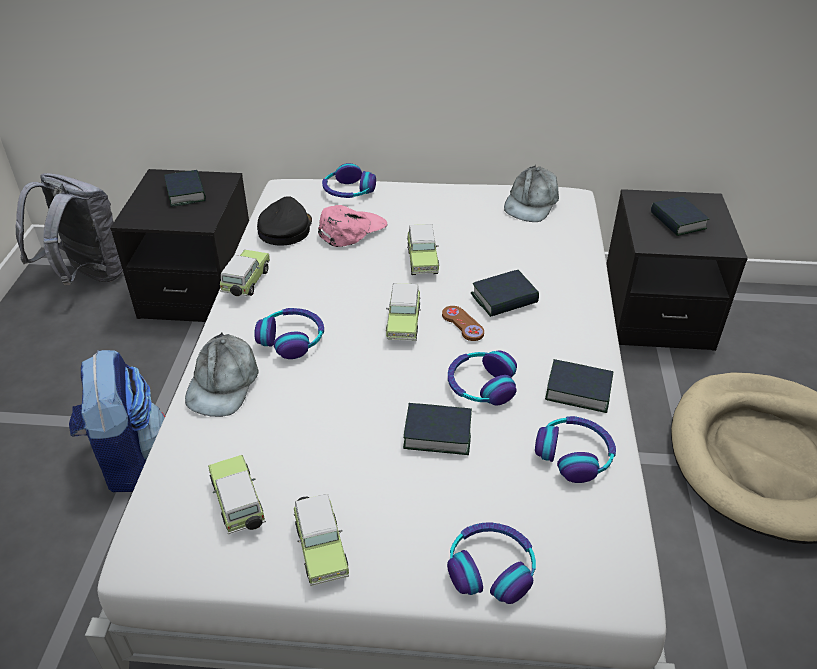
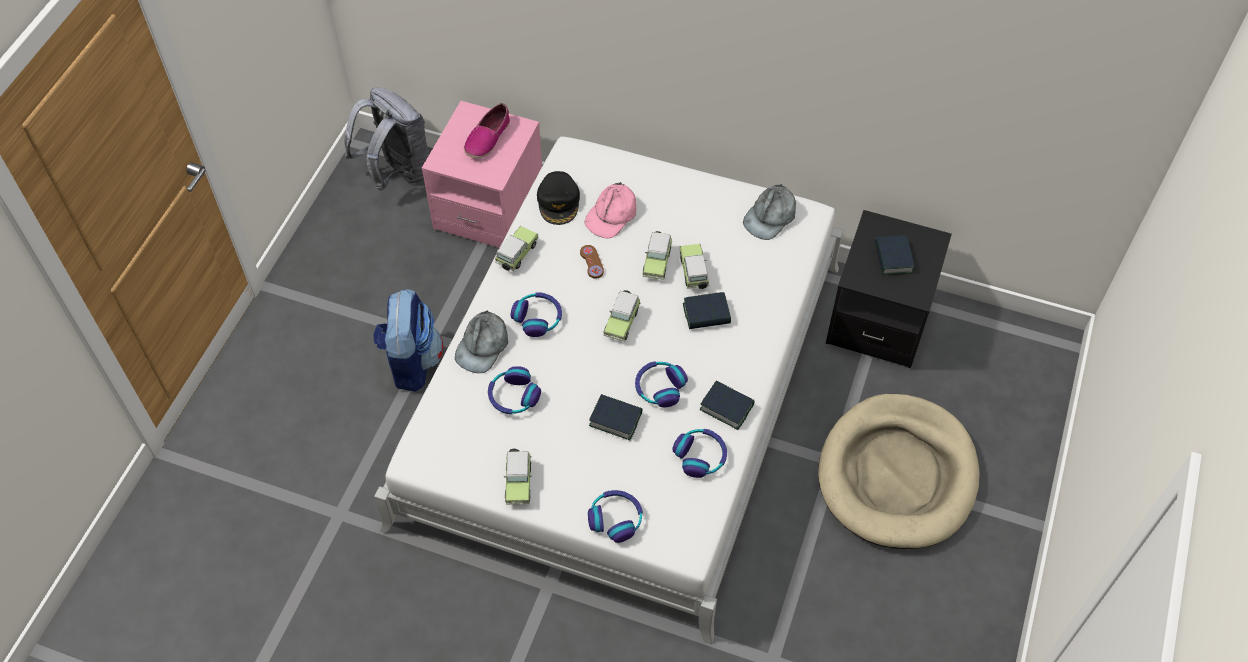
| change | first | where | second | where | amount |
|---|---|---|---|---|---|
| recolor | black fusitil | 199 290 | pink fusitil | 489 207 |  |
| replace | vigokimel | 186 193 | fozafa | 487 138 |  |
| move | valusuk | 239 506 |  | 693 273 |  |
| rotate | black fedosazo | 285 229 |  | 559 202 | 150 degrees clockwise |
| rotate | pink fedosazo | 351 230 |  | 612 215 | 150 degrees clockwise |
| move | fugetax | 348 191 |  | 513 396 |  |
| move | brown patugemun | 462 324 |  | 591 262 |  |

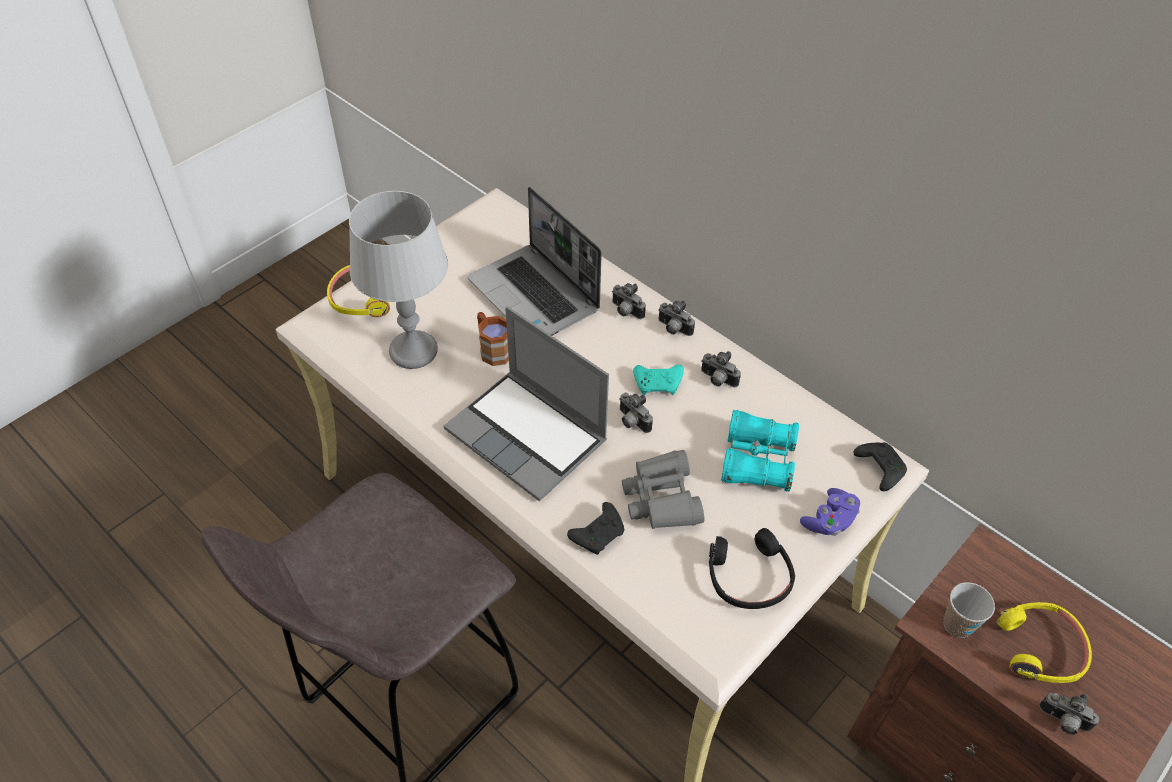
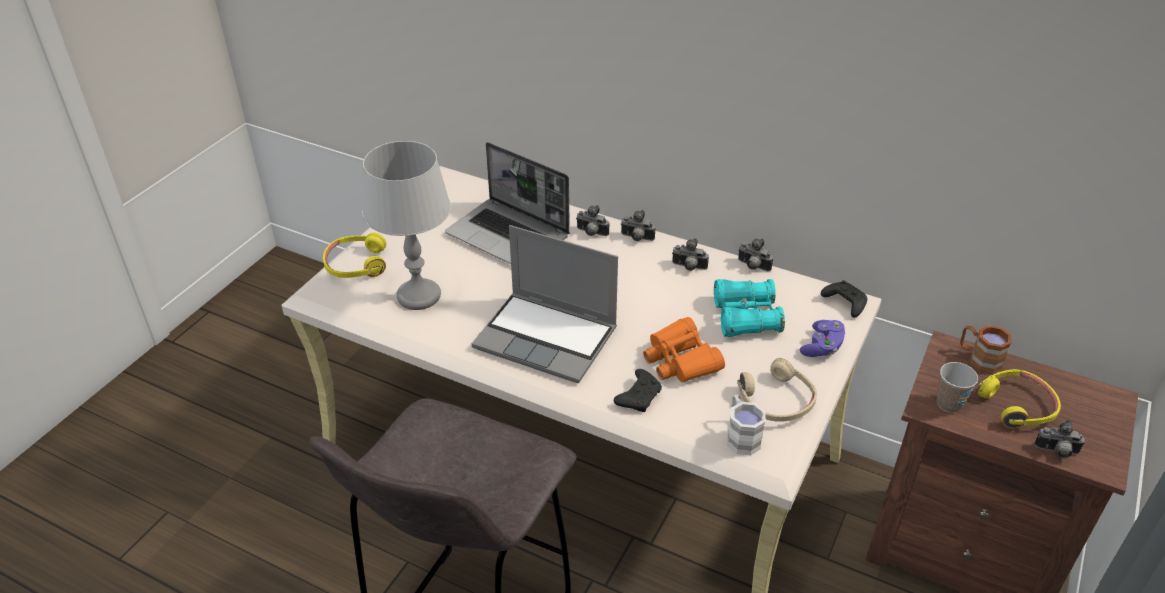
| change | first | where | second | where | amount |
|---|---|---|---|---|---|
| move | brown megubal | 492 348 |  | 978 358 |  |
| move | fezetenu | 632 422 |  | 752 266 |  |
| recolor | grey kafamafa | 662 498 | orange kafamafa | 680 360 |  |
| delete | turquoise patugemun | 658 384 |  |  |  |
| recolor | black fugetax | 748 576 | beige fugetax | 776 400 |  |
| insert |  |  | white megubal | 740 436 |  |

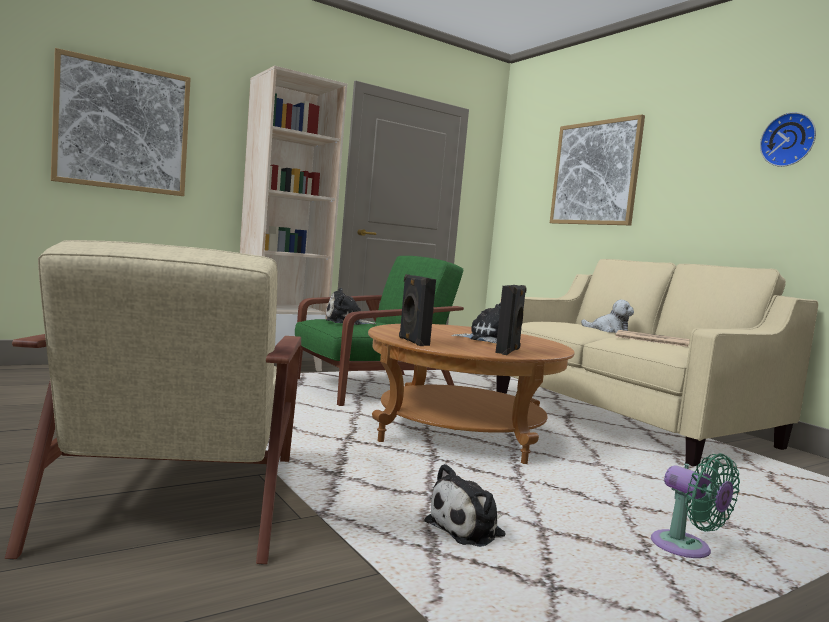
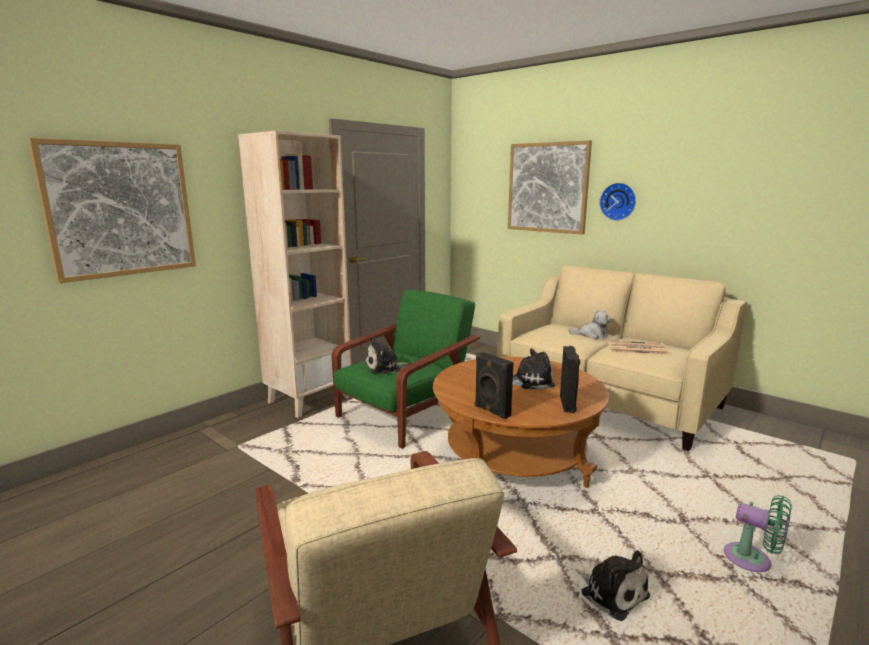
| change | first | where | second | where | amount |
|---|---|---|---|---|---|
| rotate | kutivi | 469 529 |  | 611 592 | 75 degrees counterclockwise |
| move | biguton | 789 140 |  | 618 201 |  |

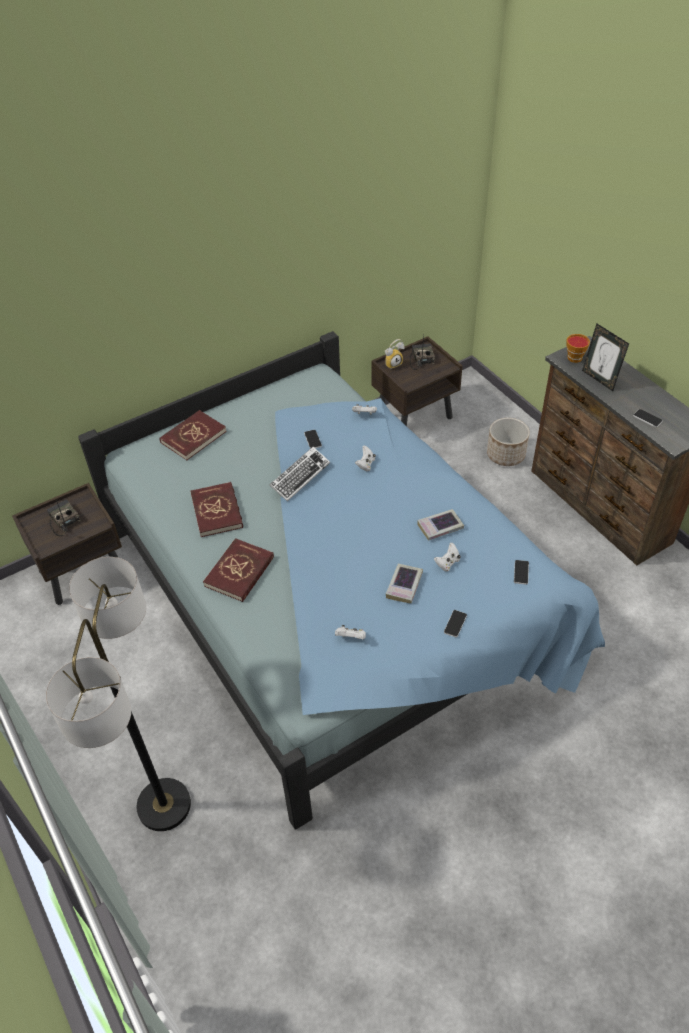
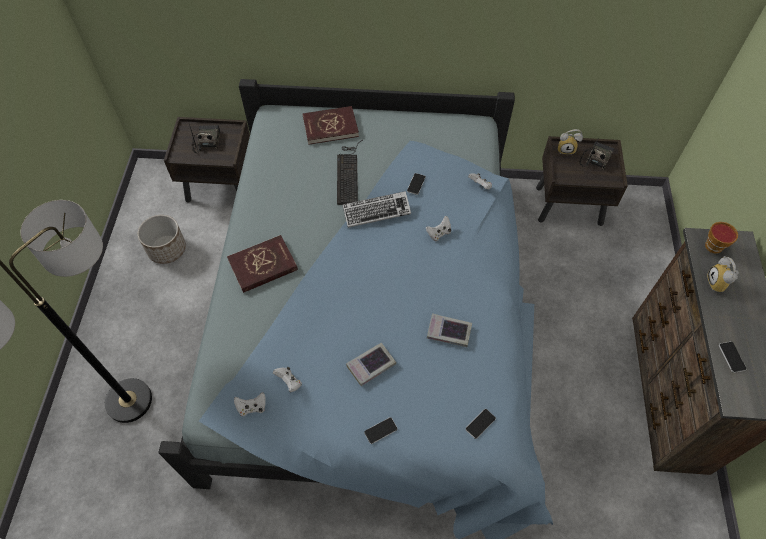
| change | first | where | second | where | amount |
|---|---|---|---|---|---|
| delete | red vigokimel | 217 511 |  |  |  |
| move | white patugemun | 447 563 |  | 252 407 |  |
| move | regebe | 505 455 |  | 167 249 |  |
| replace | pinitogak | 599 379 | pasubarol | 719 284 |  |
| insert |  |  | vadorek | 348 173 |  |

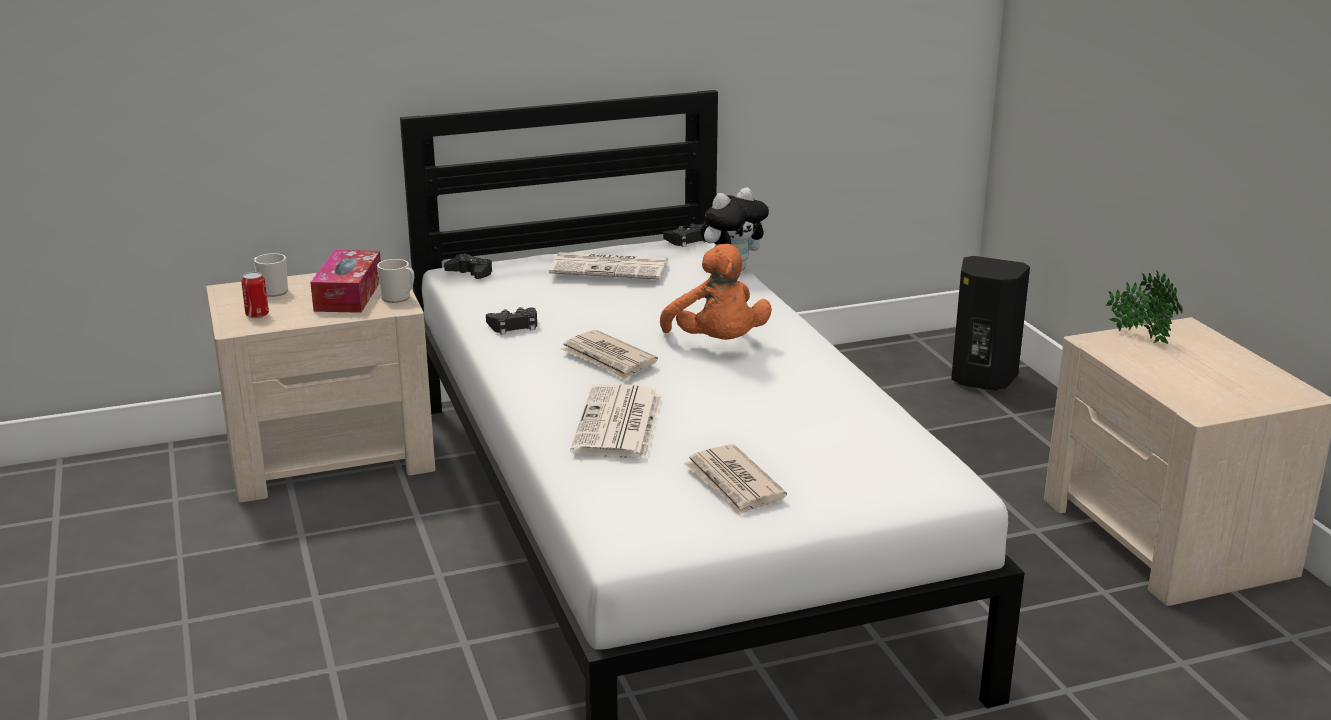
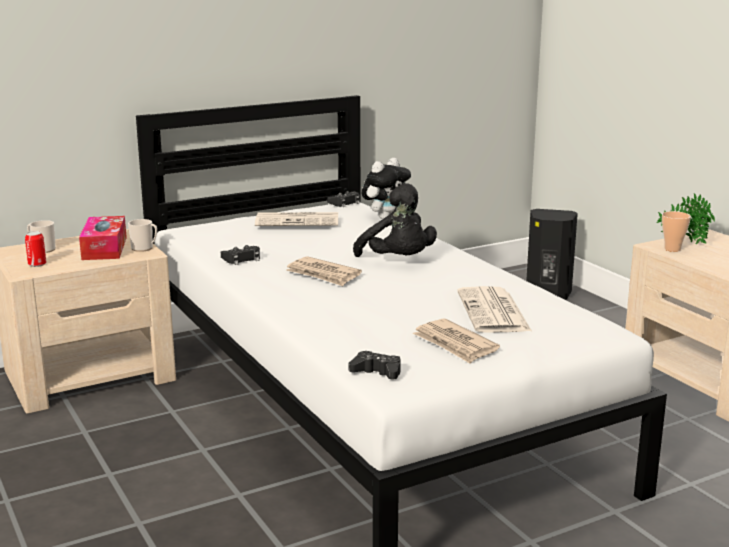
| change | first | where | second | where | amount |
|---|---|---|---|---|---|
| move | black patugemun | 470 273 |  | 377 372 |  |
| move | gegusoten | 619 425 |  | 494 312 |  |
| recolor | orange kutivi | 717 344 | black kutivi | 398 261 |  |
| insert |  |  | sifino | 672 249 |  |

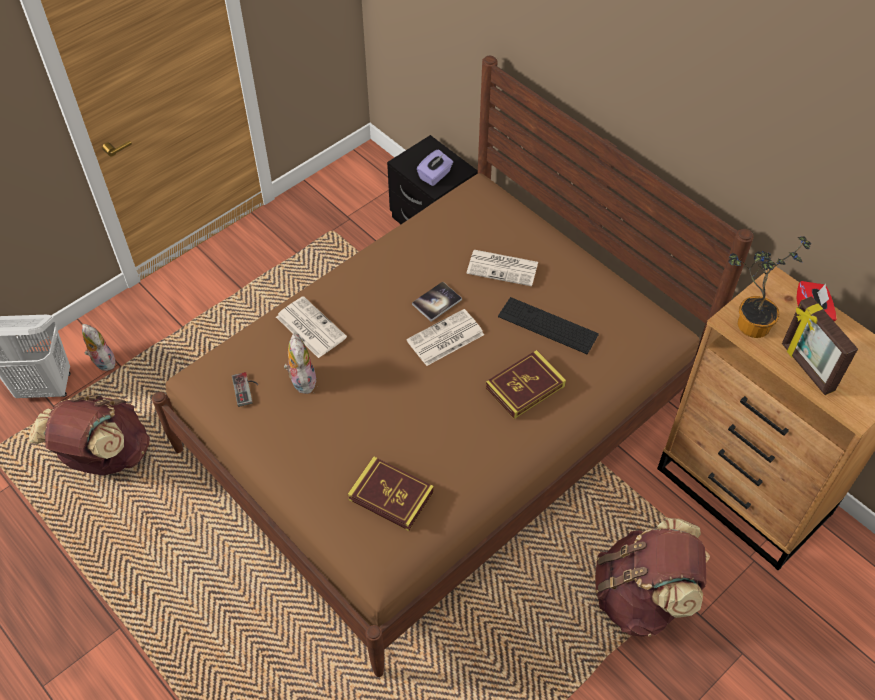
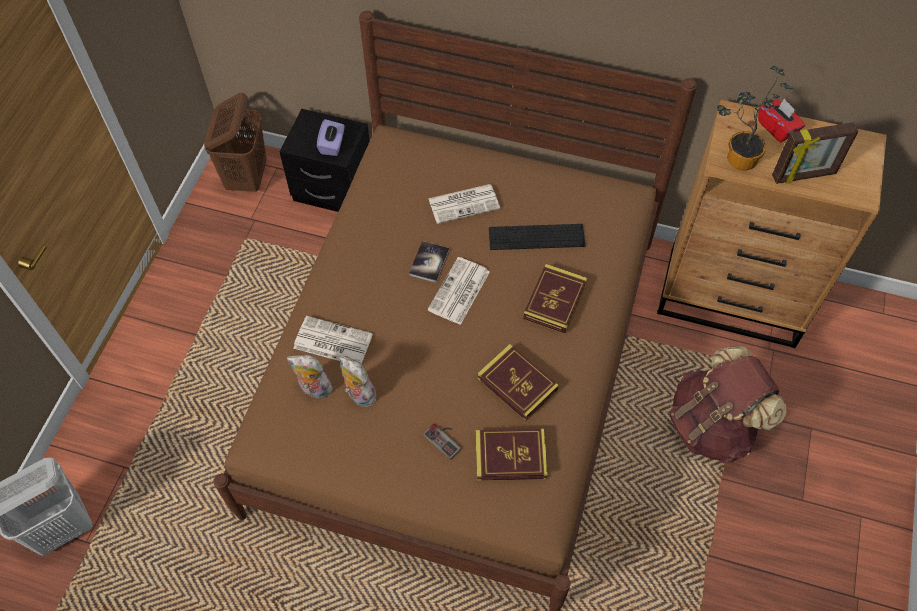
| change | first | where | second | where | amount |
|---|---|---|---|---|---|
| delete | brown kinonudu | 104 457 |  |  |  |
| move | kutivi | 102 361 |  | 313 389 |  |
| move | patugemun | 246 389 |  | 445 439 |  |
| rotate | pinitogak | 806 368 |  | 804 176 | 45 degrees counterclockwise |
| insert |  |  | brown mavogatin | 247 177 |  |
| insert |  |  | vigokimel | 517 384 |  |

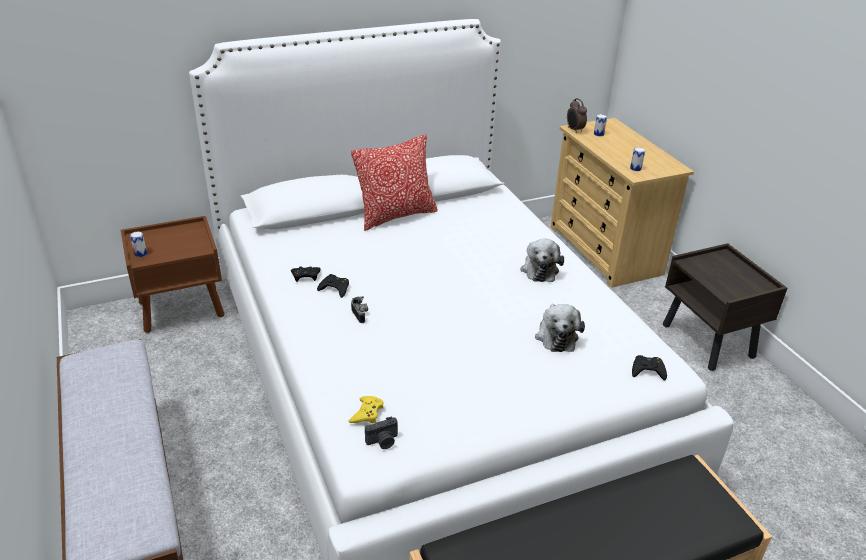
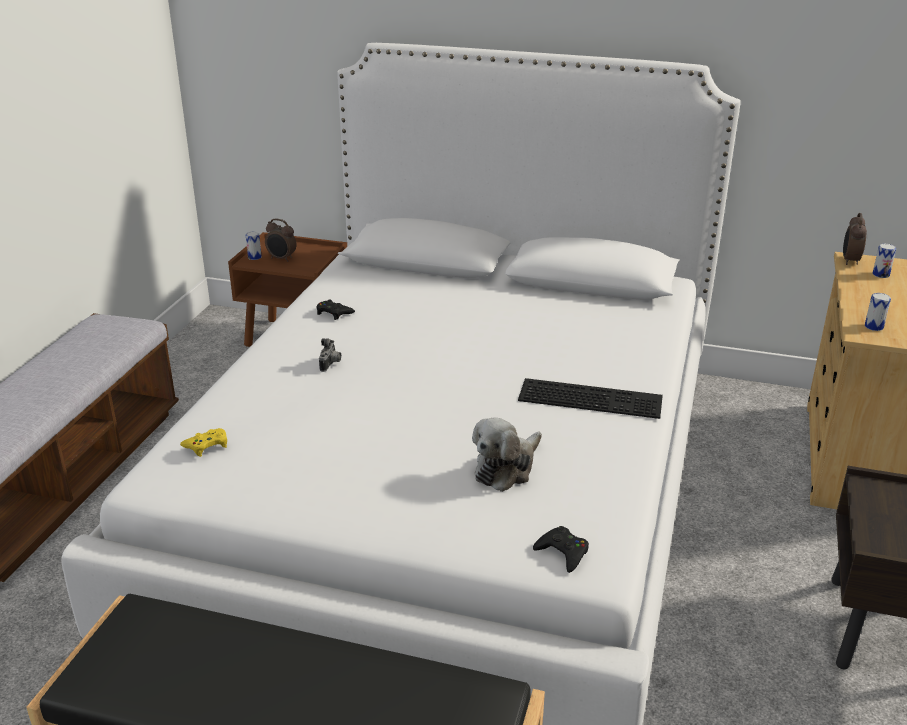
| change | first | where | second | where | amount |
|---|---|---|---|---|---|
| delete | black patugemun | 335 288 |  |  |  |
| delete | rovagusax | 396 215 |  |  |  |
| delete | fezetenu | 383 441 |  |  |  |
| replace | kutivi | 539 269 | vadorek | 592 397 |  |
| insert |  |  | pasubarol | 281 259 |  |

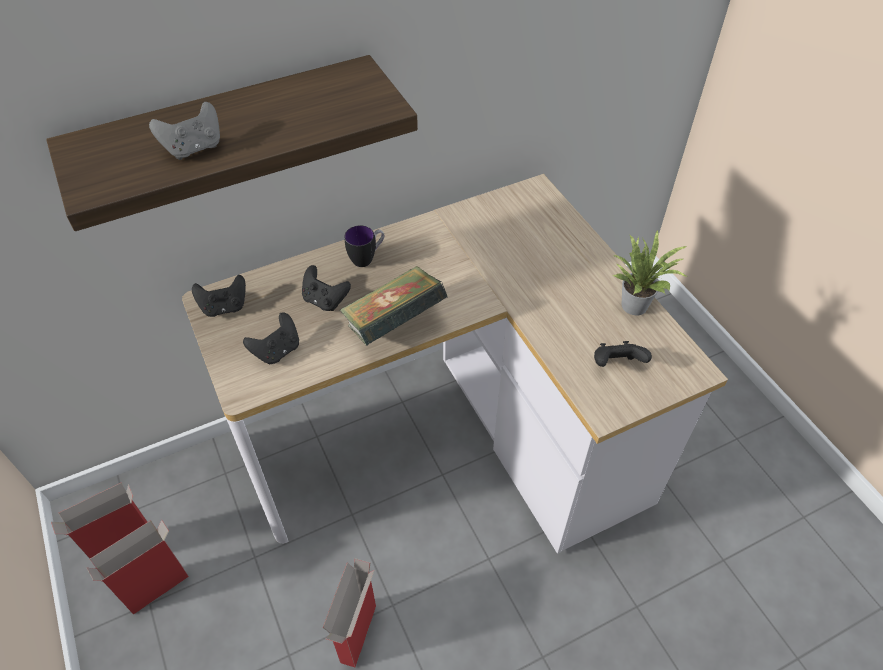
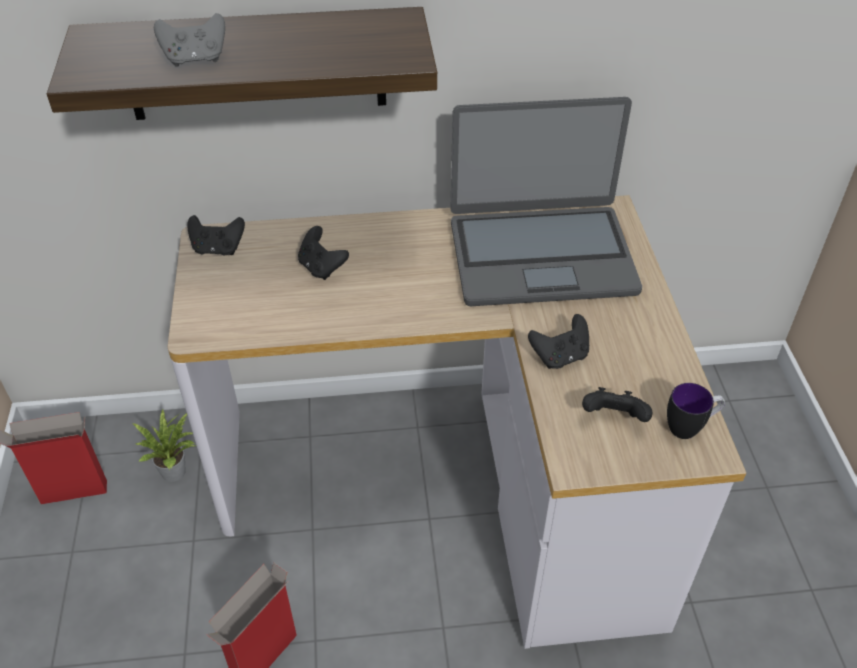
| change | first | where | second | where | amount |
|---|---|---|---|---|---|
| delete | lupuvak | 159 588 |  |  |  |
| move | black patugemun | 277 351 |  | 560 356 |  |
| delete | vigokimel | 394 324 |  |  |  |
| move | megubal | 367 258 |  | 690 427 |  |
| move | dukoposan | 636 303 |  | 177 470 |  |
| insert |  |  | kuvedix | 541 255 |  |

